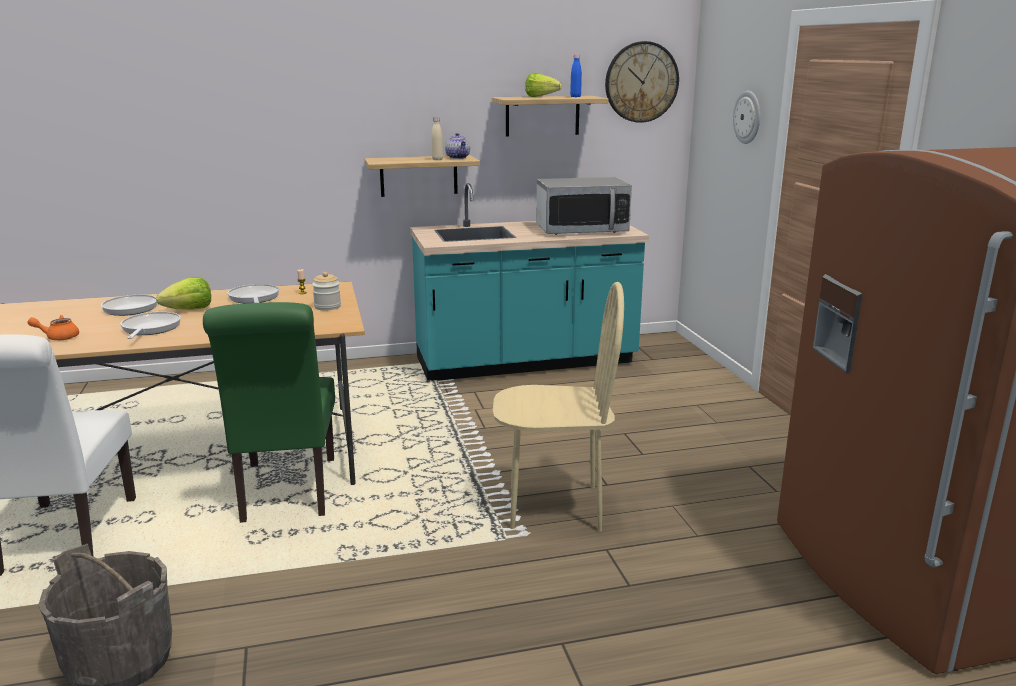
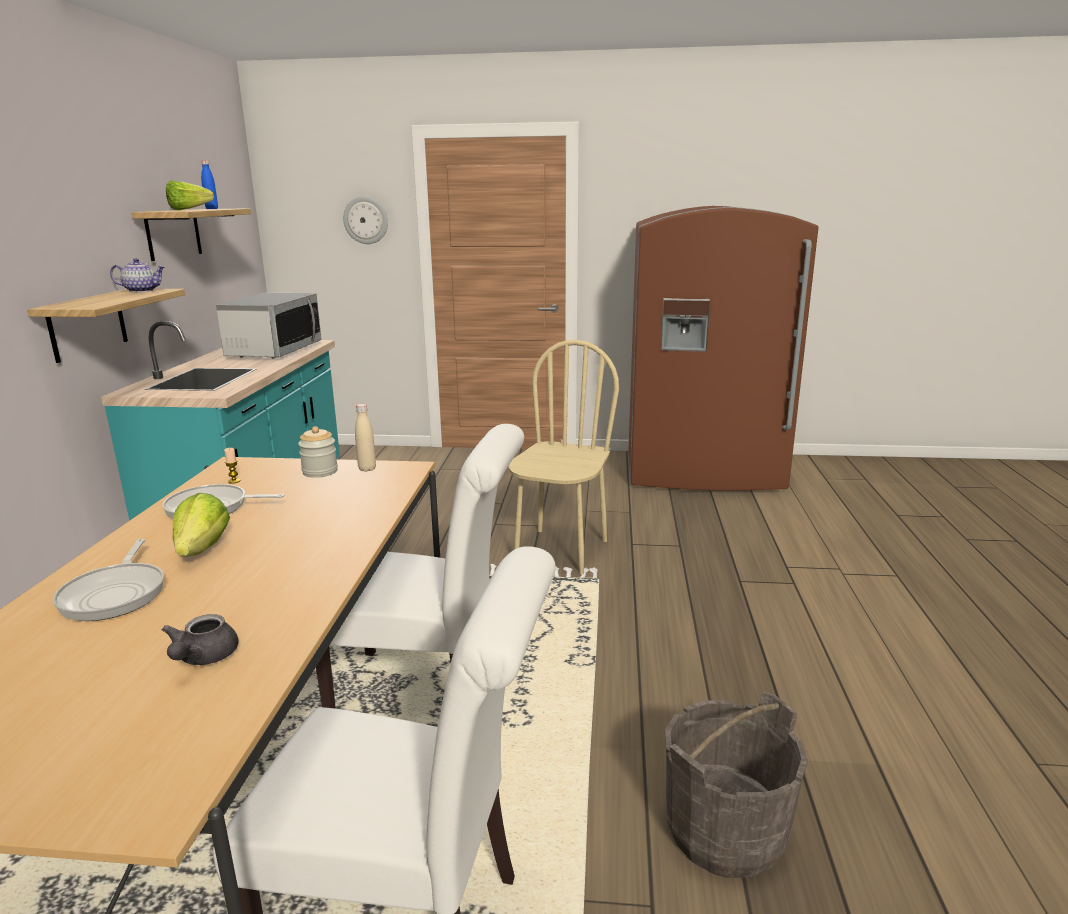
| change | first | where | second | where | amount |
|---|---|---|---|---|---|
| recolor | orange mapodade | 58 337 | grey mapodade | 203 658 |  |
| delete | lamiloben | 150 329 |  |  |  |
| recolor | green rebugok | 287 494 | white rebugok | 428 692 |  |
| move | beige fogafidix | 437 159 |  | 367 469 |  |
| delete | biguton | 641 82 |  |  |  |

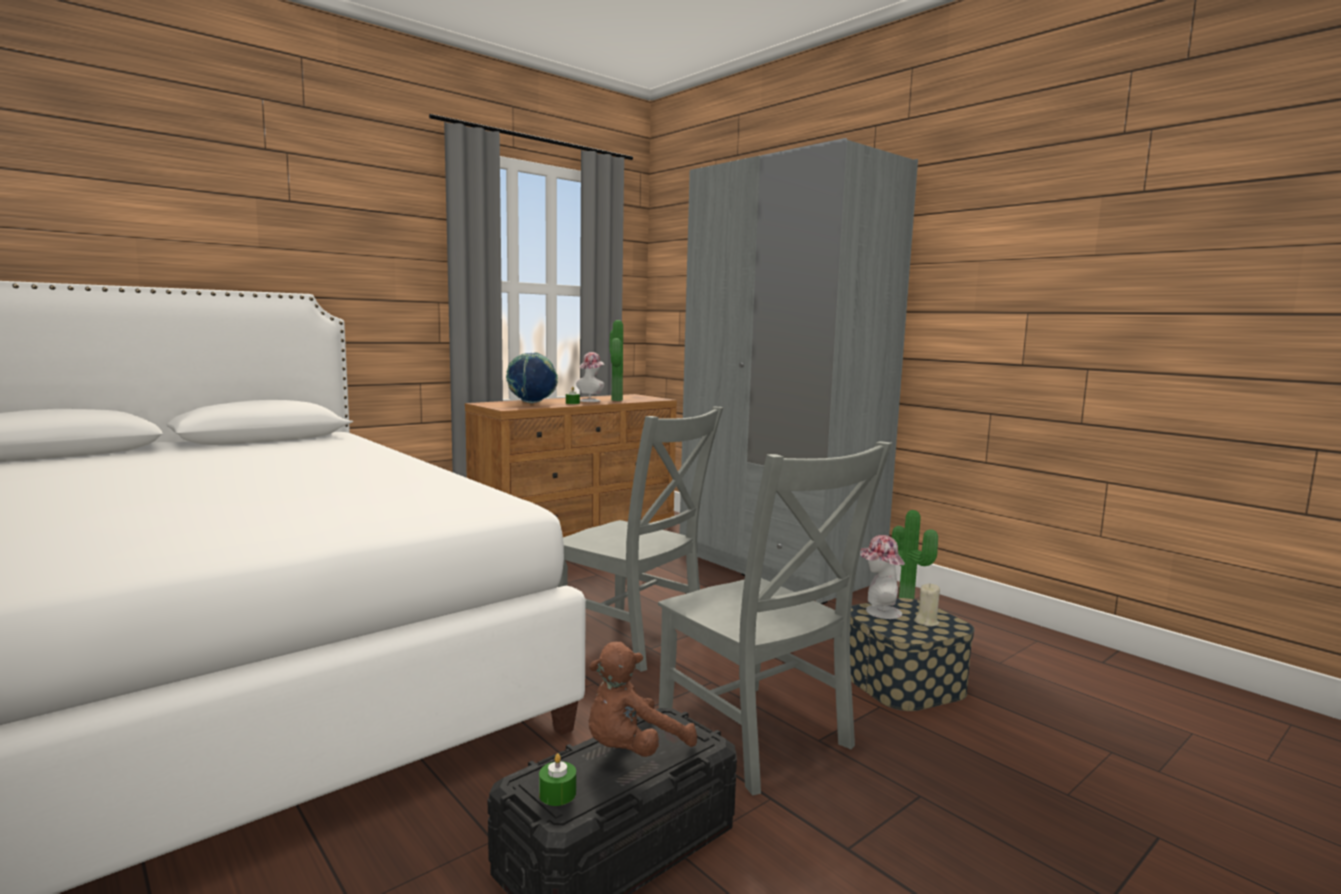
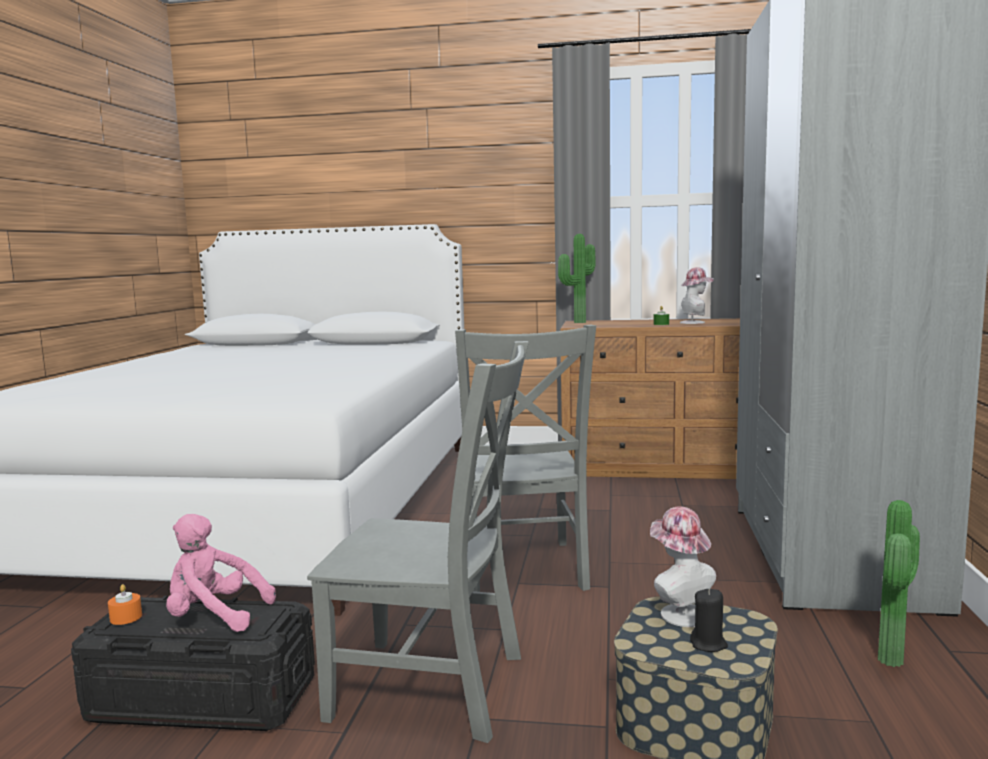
| change | first | where | second | where | amount |
|---|---|---|---|---|---|
| delete | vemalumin | 531 403 |  |  |  |
| recolor | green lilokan | 557 794 | orange lilokan | 126 617 |  |
| recolor | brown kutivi | 632 750 | pink kutivi | 214 617 |  |
| move | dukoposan | 614 400 |  | 577 322 |  |
| rotate | grey rebugok | 758 738 |  | 436 688 | 90 degrees counterclockwise |
| recolor | beige lilokan | 926 622 | black lilokan | 708 644 |  |

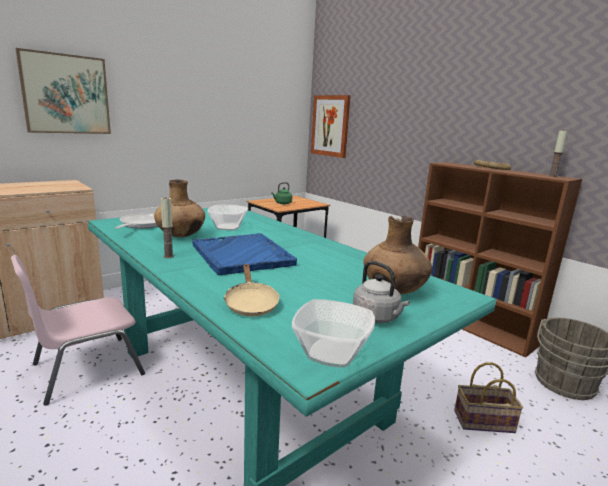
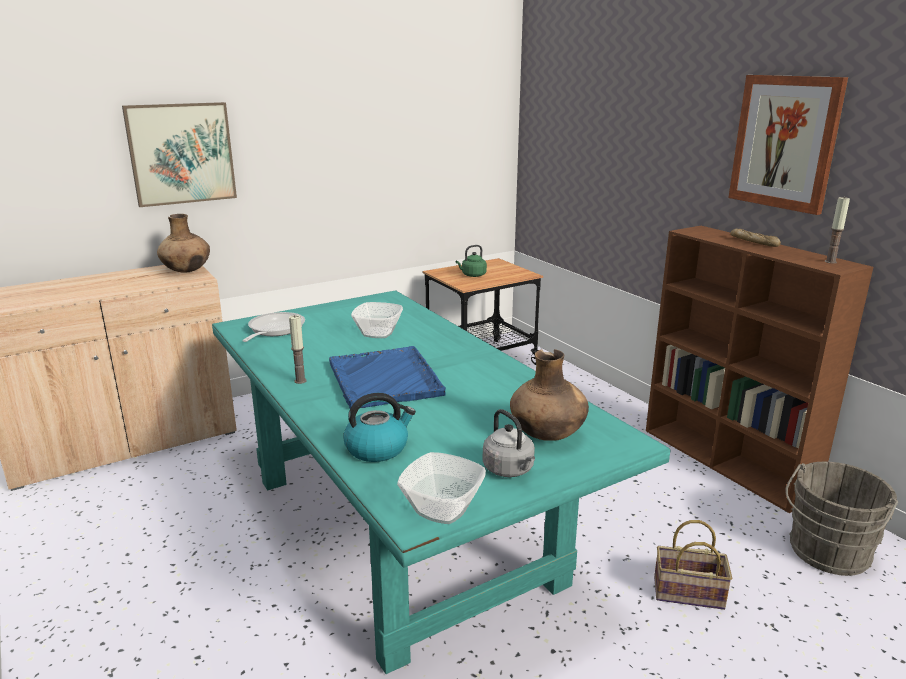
| change | first | where | second | where | amount |
|---|---|---|---|---|---|
| delete | pink rebugok | 86 369 |  |  |  |
| move | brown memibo | 180 236 |  | 187 271 |  |
| replace | beige lamiloben | 251 304 | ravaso | 377 448 |  |
| move | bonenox | 330 126 |  | 785 142 |  |

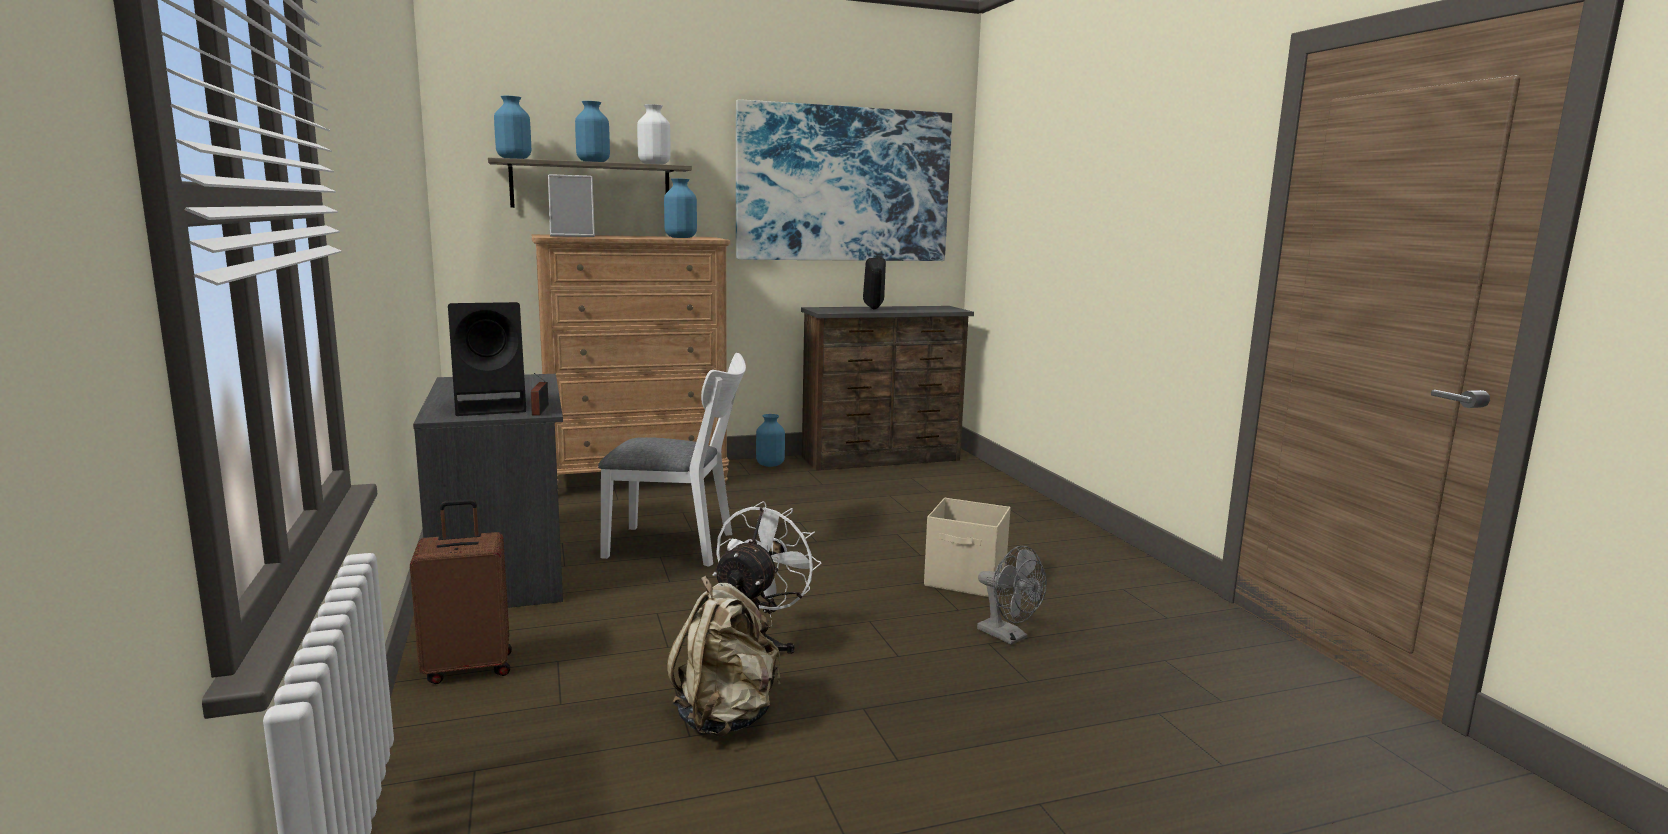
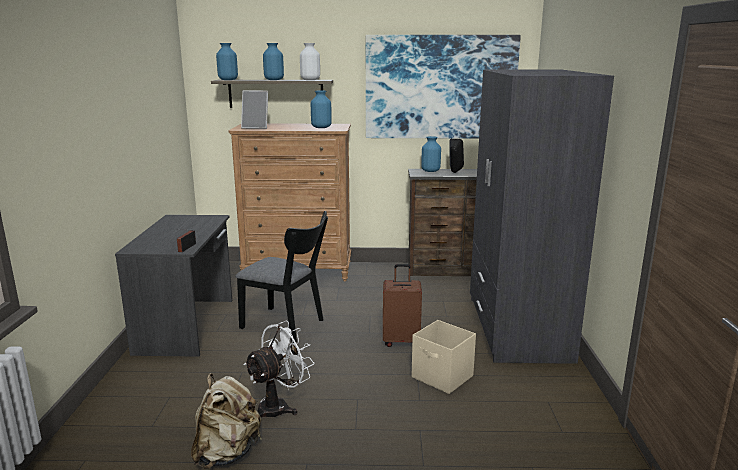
| change | first | where | second | where | amount |
|---|---|---|---|---|---|
| move | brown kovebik | 469 667 |  | 401 341 |  |
| delete | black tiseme | 492 407 |  |  |  |
| recolor | white rebugok | 679 546 | black rebugok | 287 325 |  |
| move | blue memibo | 770 464 |  | 430 171 |  |
| delete | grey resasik | 1008 636 |  |  |  |
| insert |  |  | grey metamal | 516 328 |  |

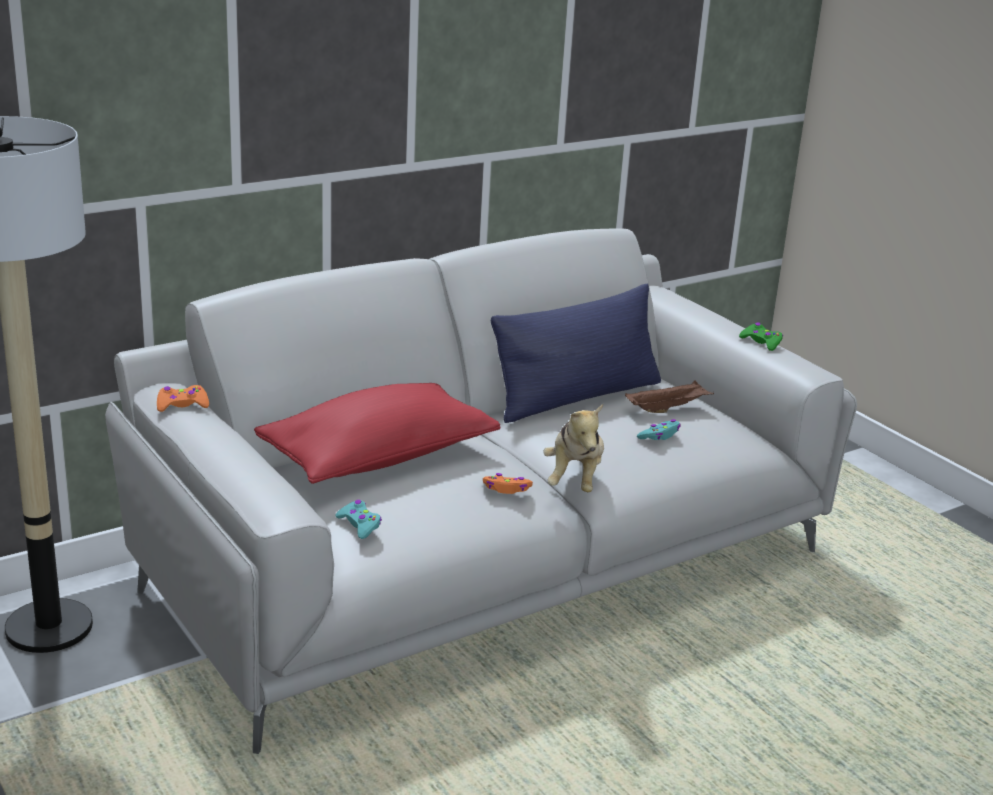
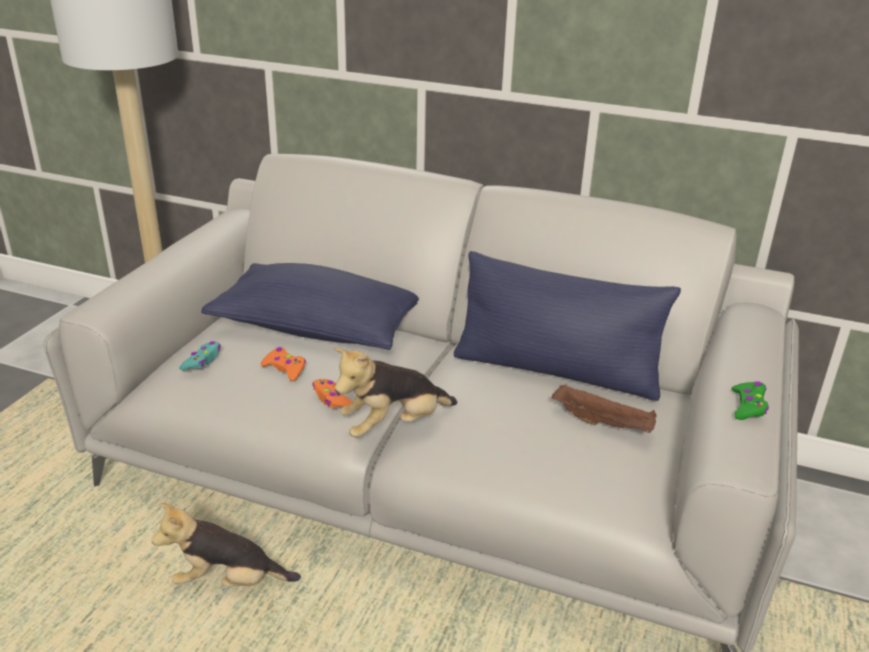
| change | first | where | second | where | amount |
|---|---|---|---|---|---|
| move | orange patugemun | 182 405 |  | 285 369 |  |
| recolor | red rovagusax | 378 457 | blue rovagusax | 317 328 |  |
| delete | turquoise patugemun | 659 436 |  |  |  |
| insert |  |  | kutivi | 228 581 |  |

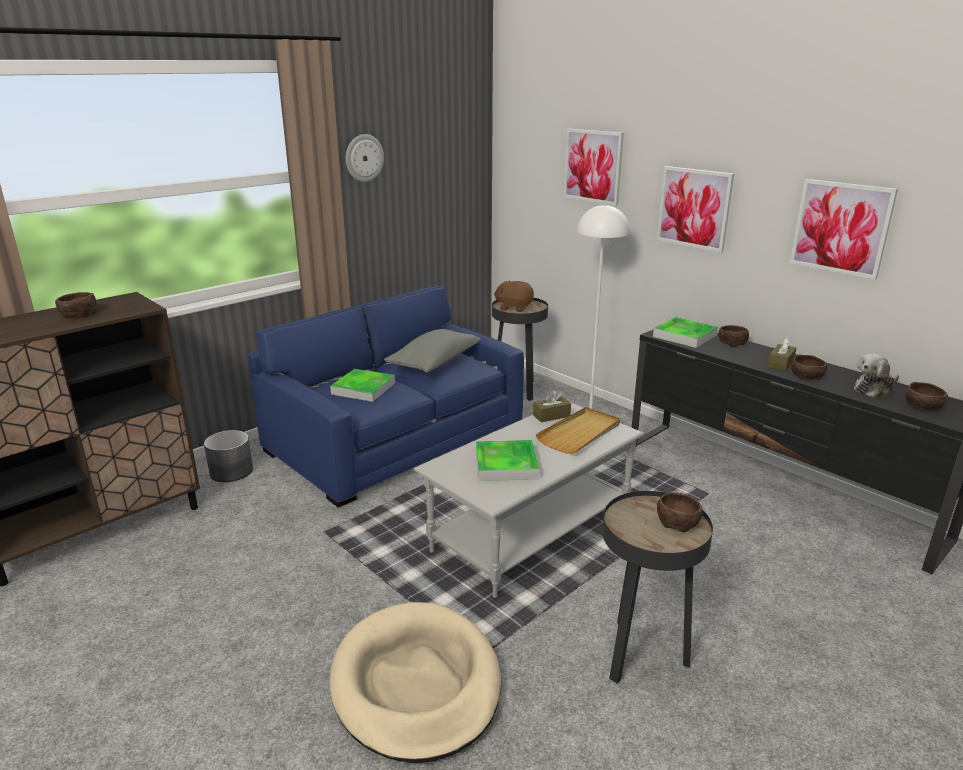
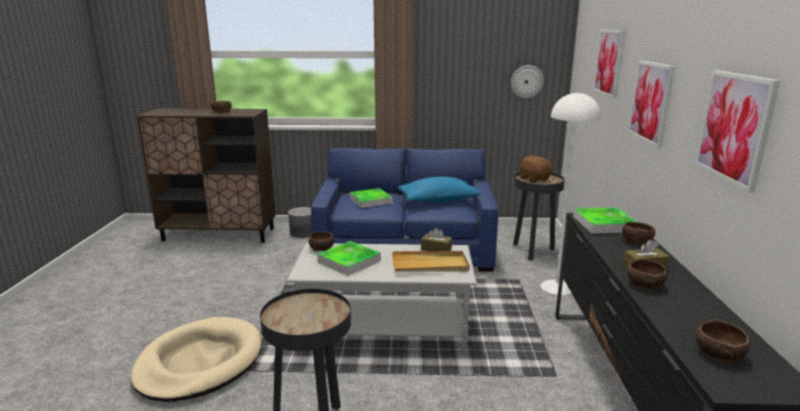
| change | first | where | second | where | amount |
|---|---|---|---|---|---|
| move | biguton | 364 158 |  | 526 81 |  |
| recolor | grey rovagusax | 434 363 | blue rovagusax | 438 200 |  |
| move | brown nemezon | 677 522 |  | 322 248 |  |
| delete | kutivi | 874 389 |  |  |  |

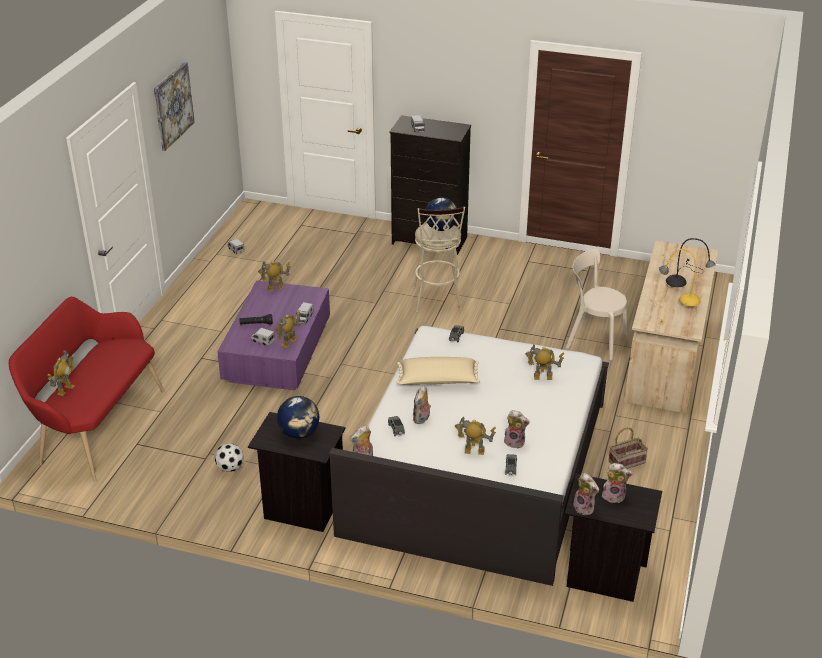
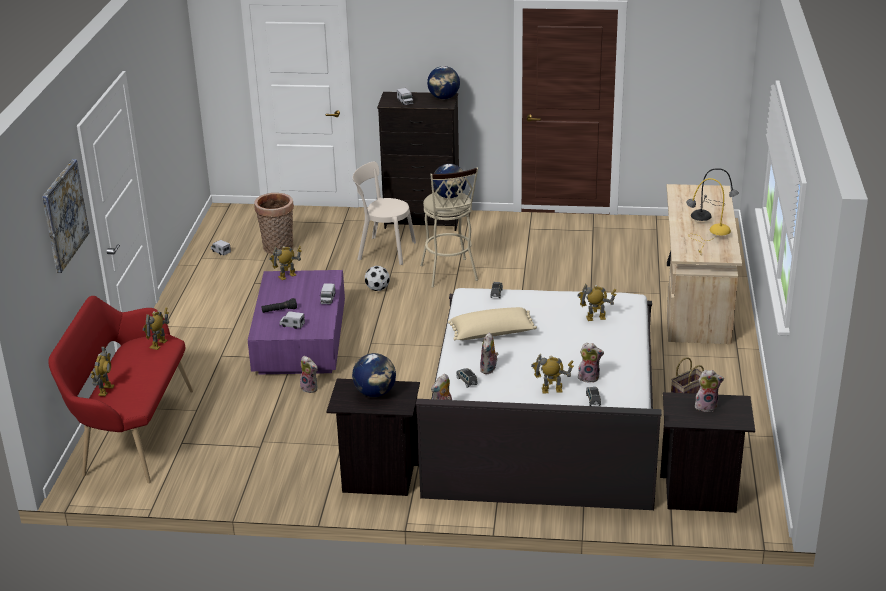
| change | first | where | second | where | amount |
|---|---|---|---|---|---|
| move | bonenox | 173 105 |  | 64 215 |  |
| move | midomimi | 230 468 |  | 377 289 |  |
| move | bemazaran | 289 343 |  | 159 344 |  |
| move | beige rebugok | 593 339 |  | 383 250 |  |
| move | kutivi | 585 508 |  | 310 388 |  |
| insert |  |  | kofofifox | 278 248 |  |
| insert |  |  | vemalumin | 444 98 |  |

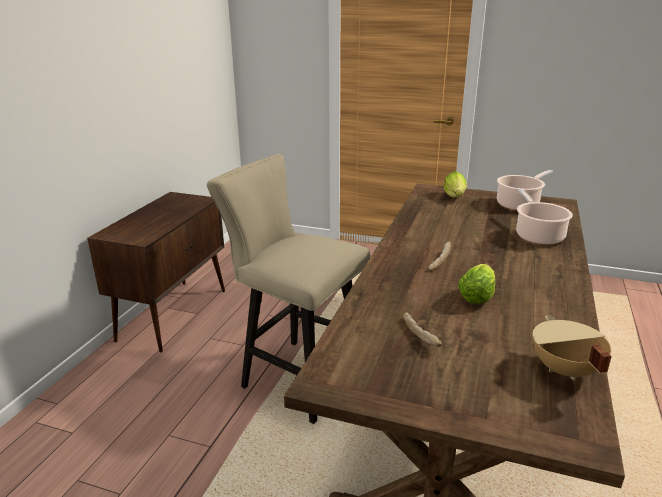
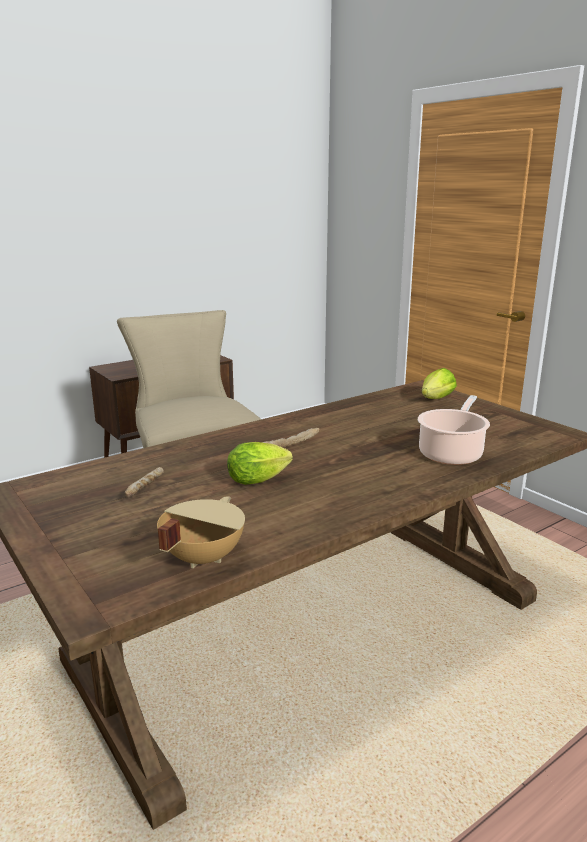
| change | first | where | second | where | amount |
|---|---|---|---|---|---|
| delete | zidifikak | 519 204 |  |  |  |

